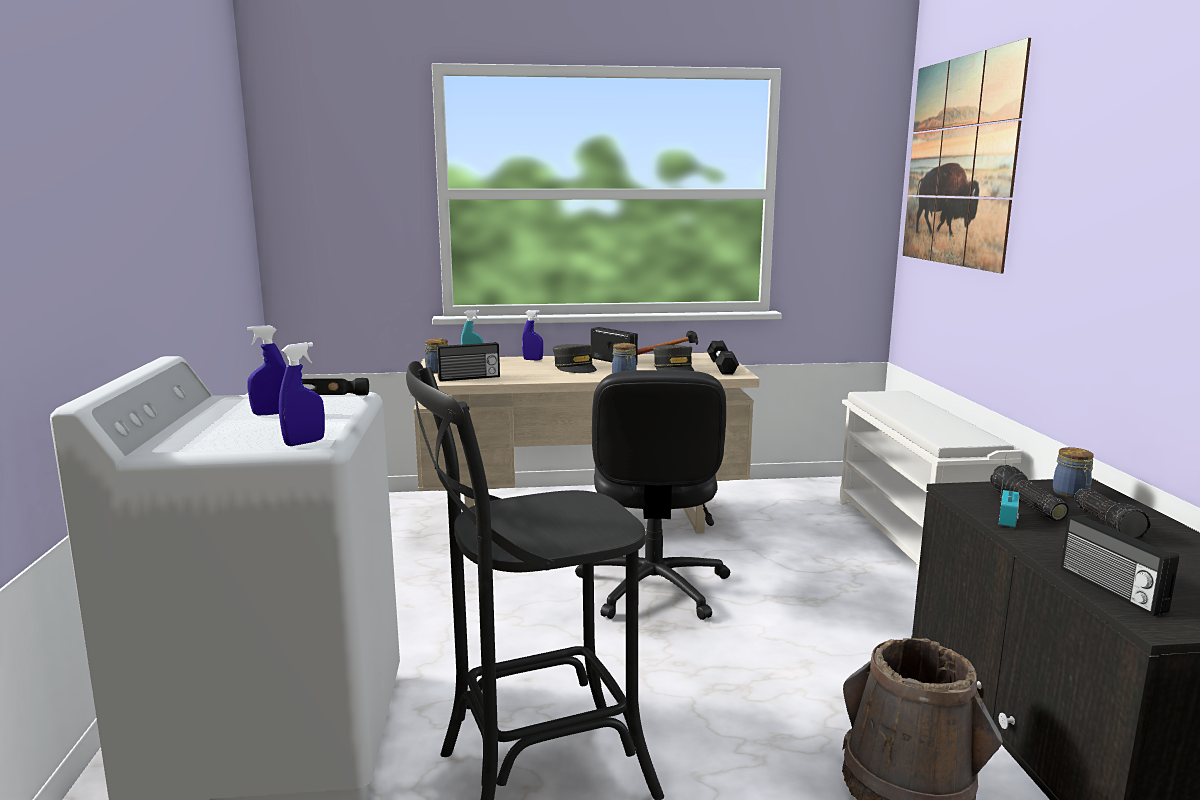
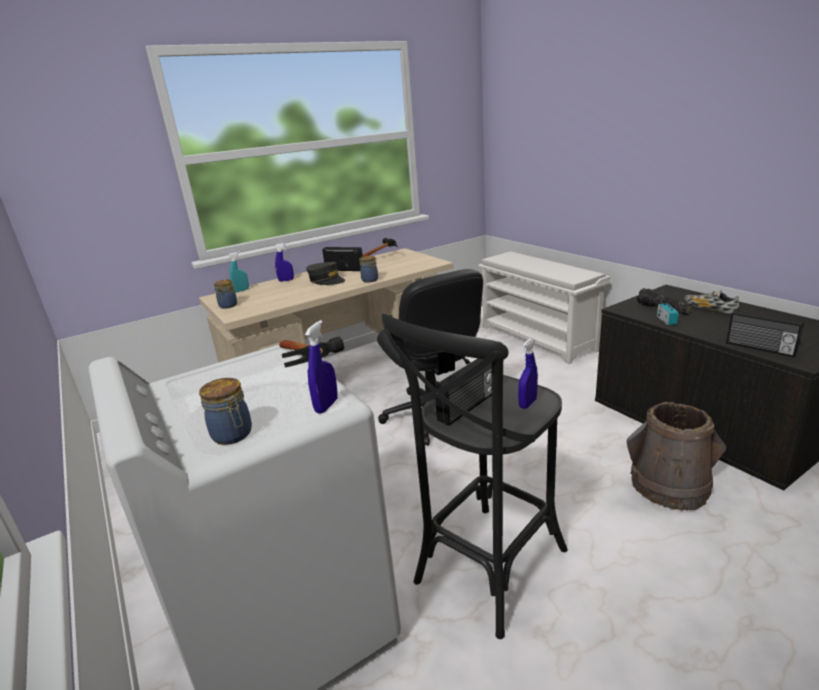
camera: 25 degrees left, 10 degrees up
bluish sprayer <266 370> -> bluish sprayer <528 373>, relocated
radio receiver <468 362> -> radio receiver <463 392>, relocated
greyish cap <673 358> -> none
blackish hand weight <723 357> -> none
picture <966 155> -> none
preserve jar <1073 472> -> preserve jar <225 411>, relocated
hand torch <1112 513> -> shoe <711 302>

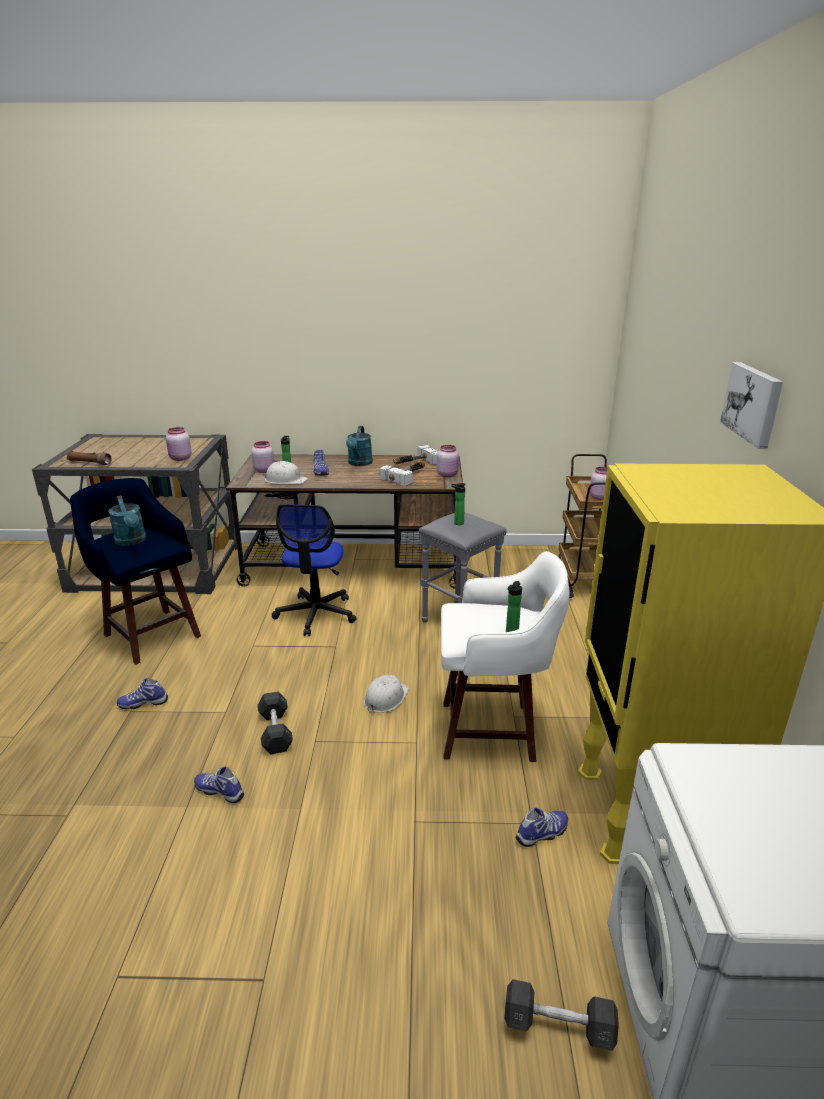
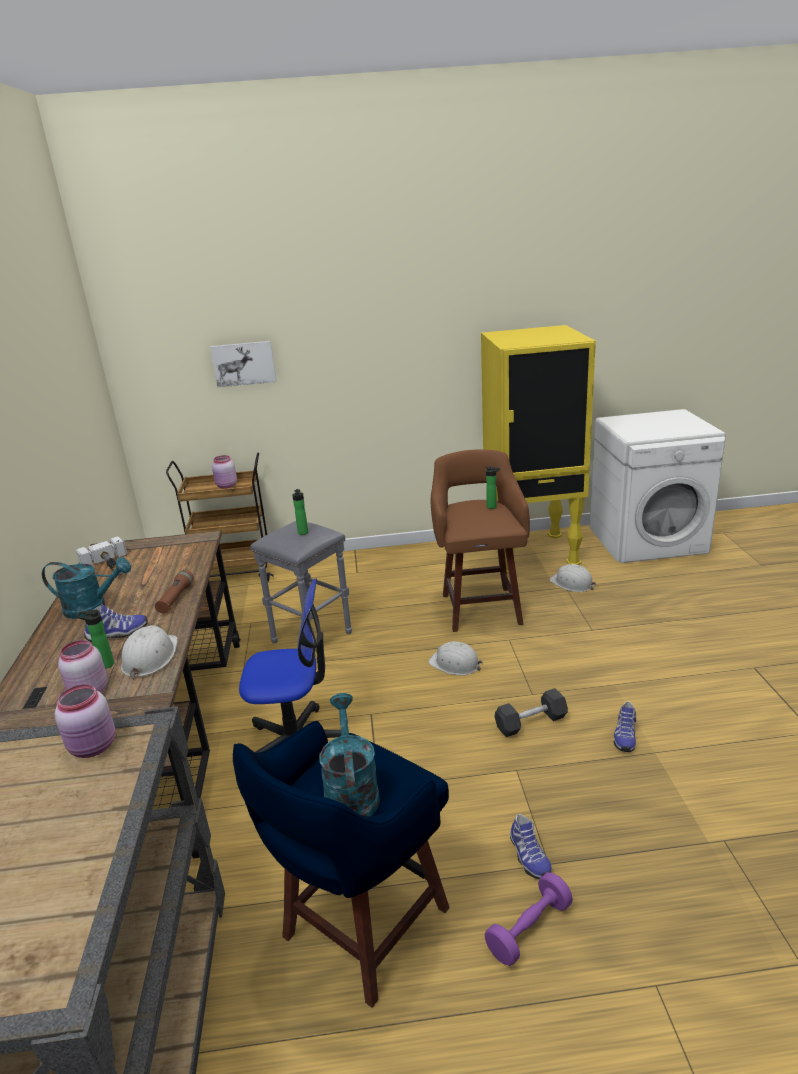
camera: 95 degrees left, 0 degrees up
brown-coloured hand torch <89 458> -> brown-coloured hand torch <174 592>, relocated
blue-green watering can <127 520> -> blue-green watering can <349 754>, 60 degrees counterclockwise
hand hammer <402 473> -> none
pink preserve jar <448 461> -> none
white-coloured sitting stool <505 656> -> brown-coloured sitting stool <480 540>
greyish hand weight <561 1015> -> none
shoe <542 827> -> white-coloured safety helmet <572 578>
picture <751 405> -> picture <243 364>, relocated
none -> purple hand weight <529 919>

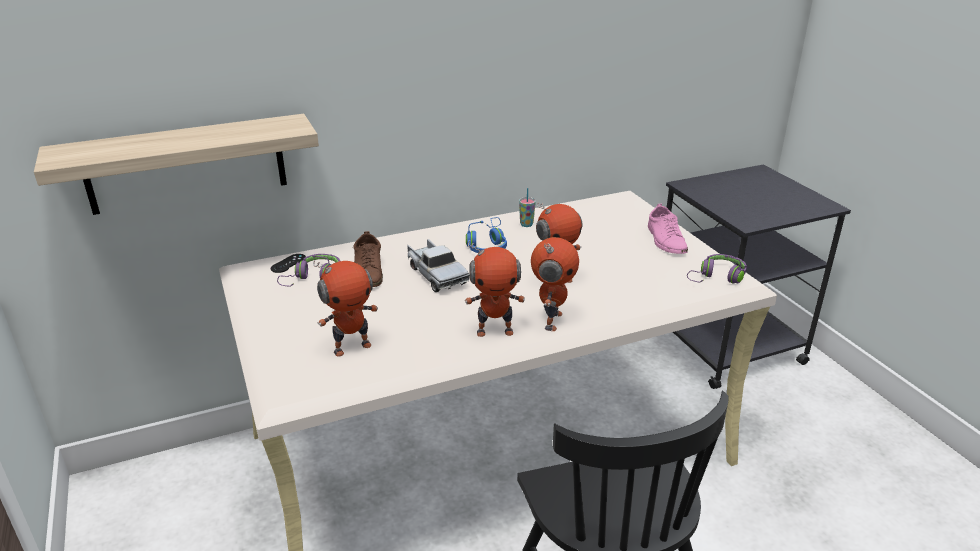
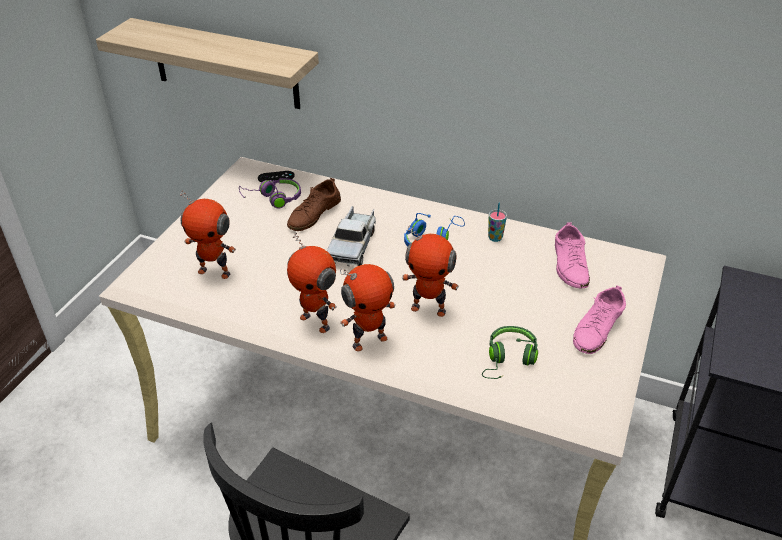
camera: 45 degrees right, 10 degrees up
purple pair of headphones <717 269> -> none
none -> greenish pair of headphones <510 352>
none -> pink shoe <572 255>

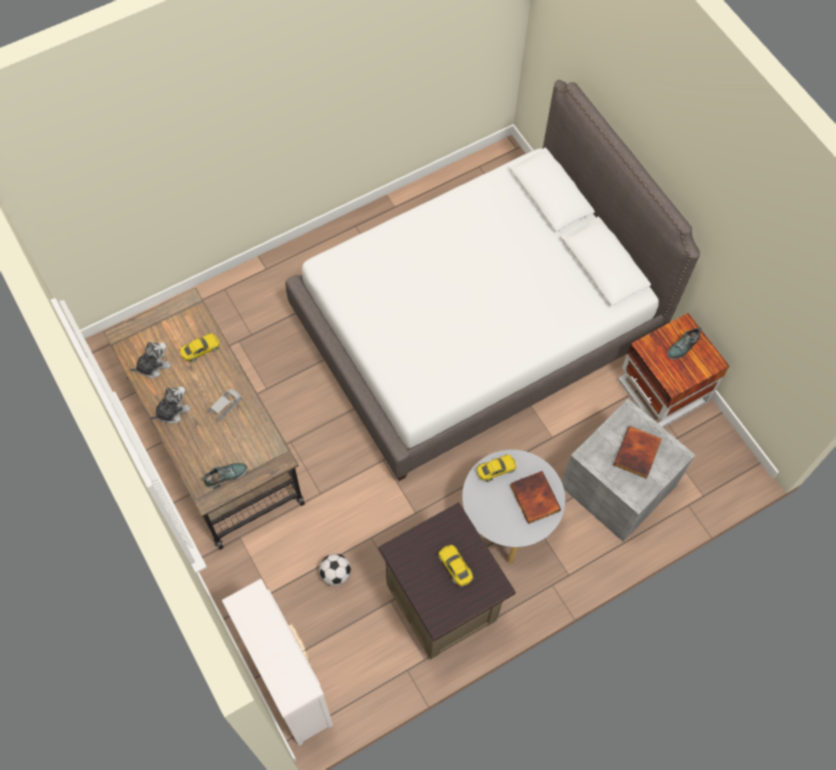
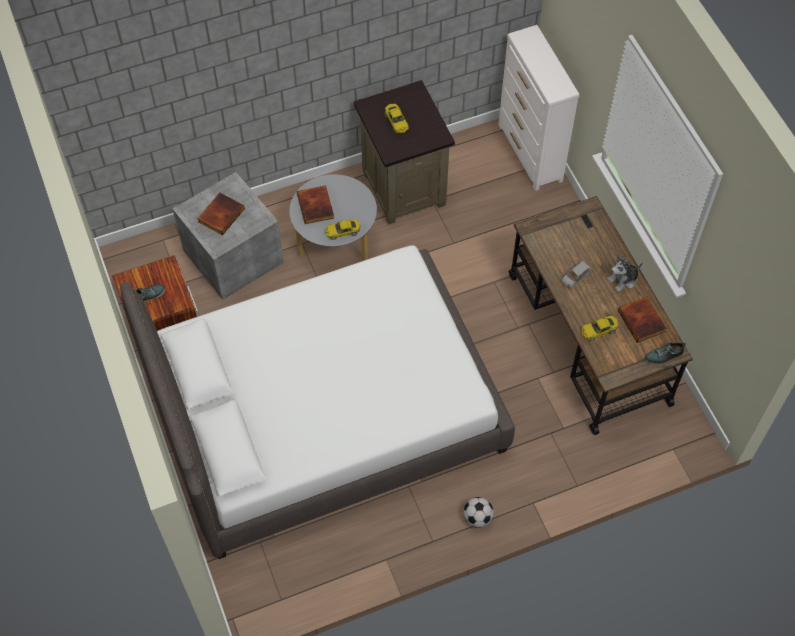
camera: 170 degrees left, 5 degrees down
soft toy <150 360> -> volume <642 320>
shoe <225 475> -> shoe <665 353>, relocated
football ball <335 570> -> football ball <478 512>, relocated

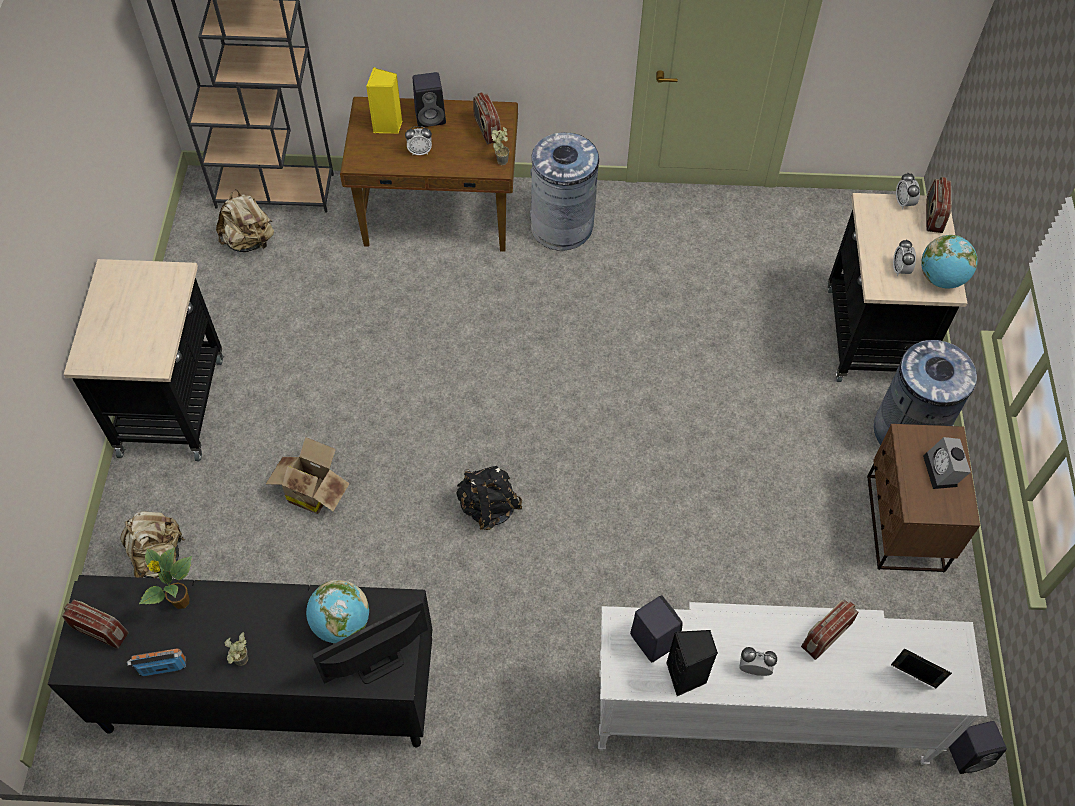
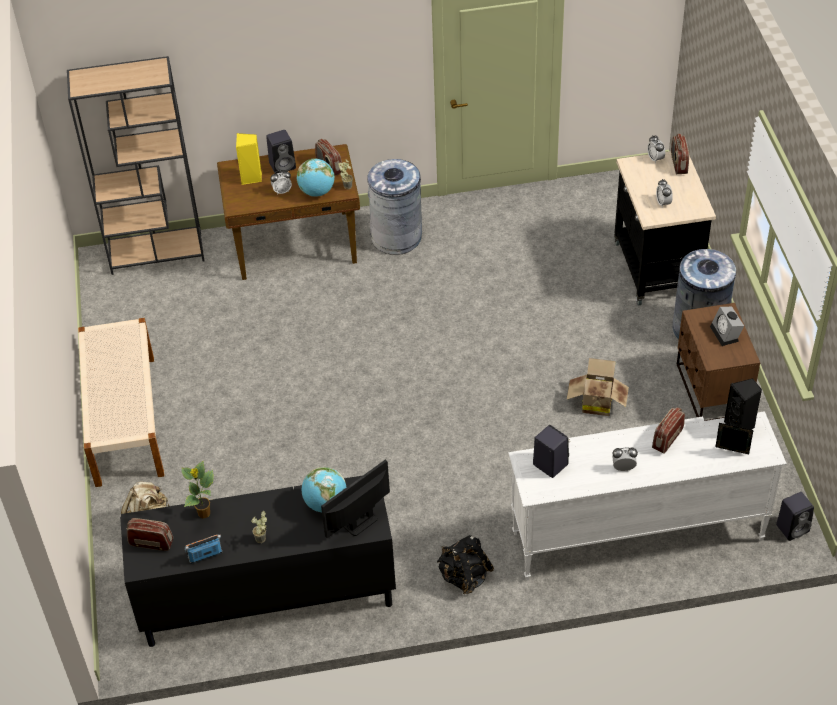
camera: 10 degrees left, 10 degrees down
blackish cart <143 360> -> beige-coloured long seat <121 402>
beige-coloured knapsack <245 220> -> none
packing box <308 475> -> packing box <598 387>, relocated
blackish knapsack <489 498> -> blackish knapsack <465 564>, relocated
blackish speaker <692 663> -> blackish speaker <743 404>, relocated
world globe <949 262> -> world globe <316 177>, relocated

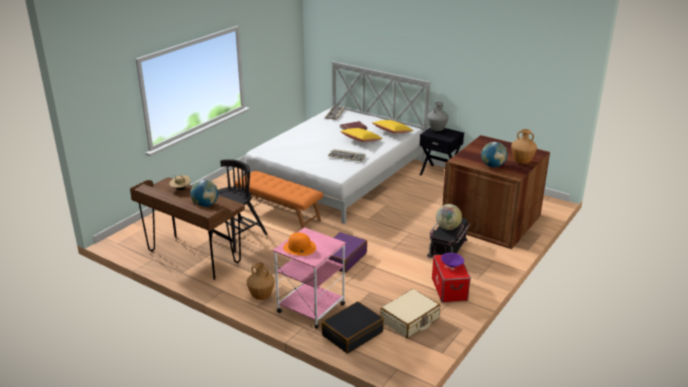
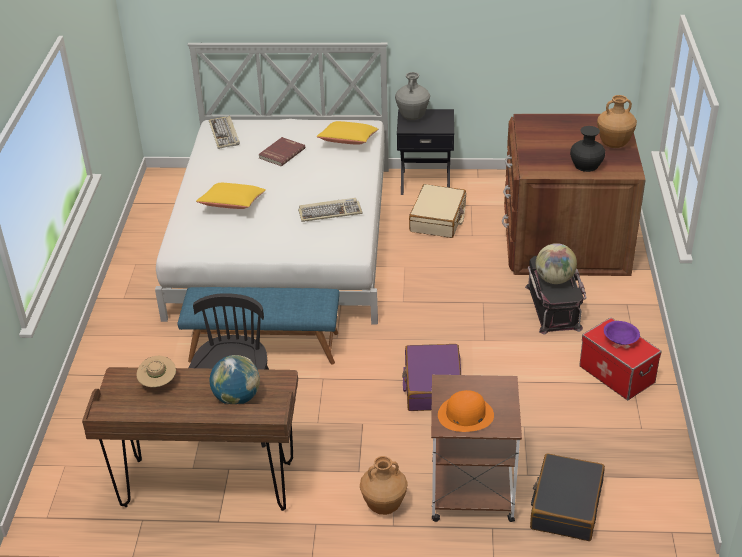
camera: 30 degrees left, 10 degrees up
orangey long seat <279 200> -> bluish long seat <259 326>
pink cart <309 277> -> brown-coloured cart <476 448>
yellowish throw pillow <361 135> -> yellowish throw pillow <231 196>, relocated
beige-coloured suitcase <410 313> -> beige-coloured suitcase <437 211>, relocated
world globe <494 154> -> blackish vase <587 149>

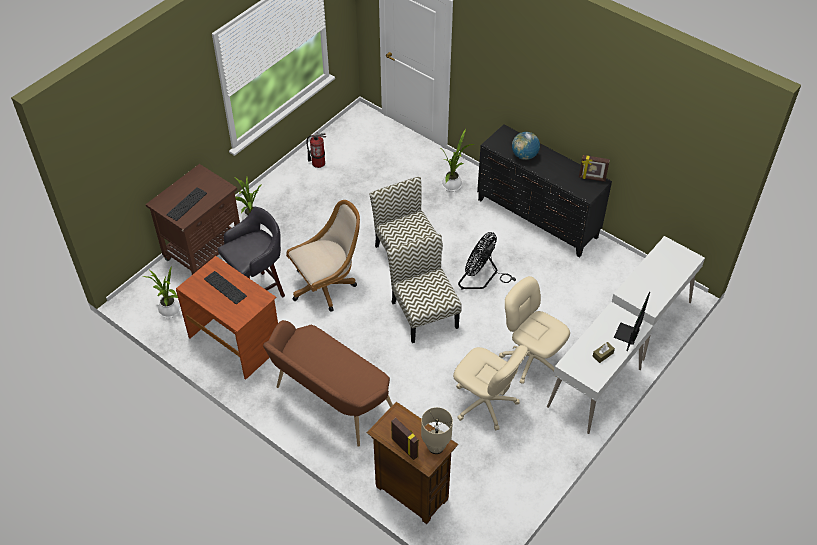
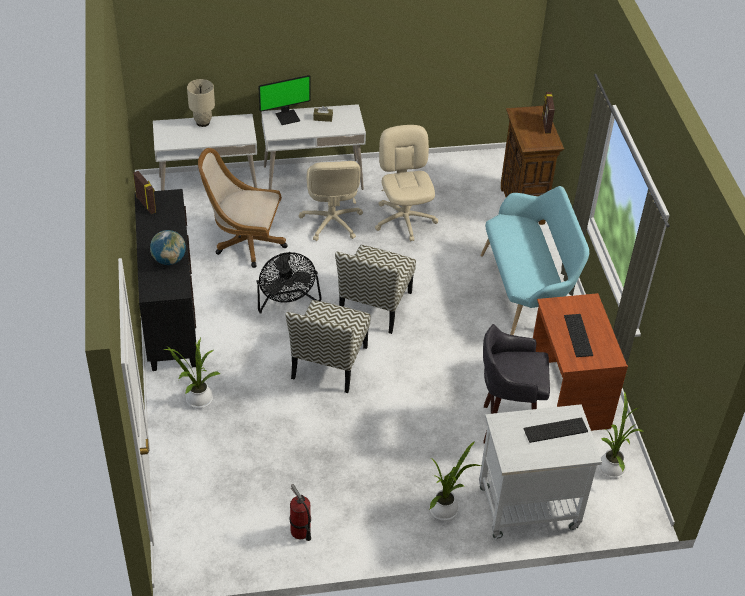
camera: 140 degrees left, 5 degrees down
brown-coloured cart <193 219> -> white-coloured cart <540 472>
brown-coloured long seat <328 383> -> blue-green long seat <535 260>
office chair <323 256> -> office chair <243 208>, relocated
beige-coloured table lamp <437 430> -> beige-coloured table lamp <201 103>, relocated

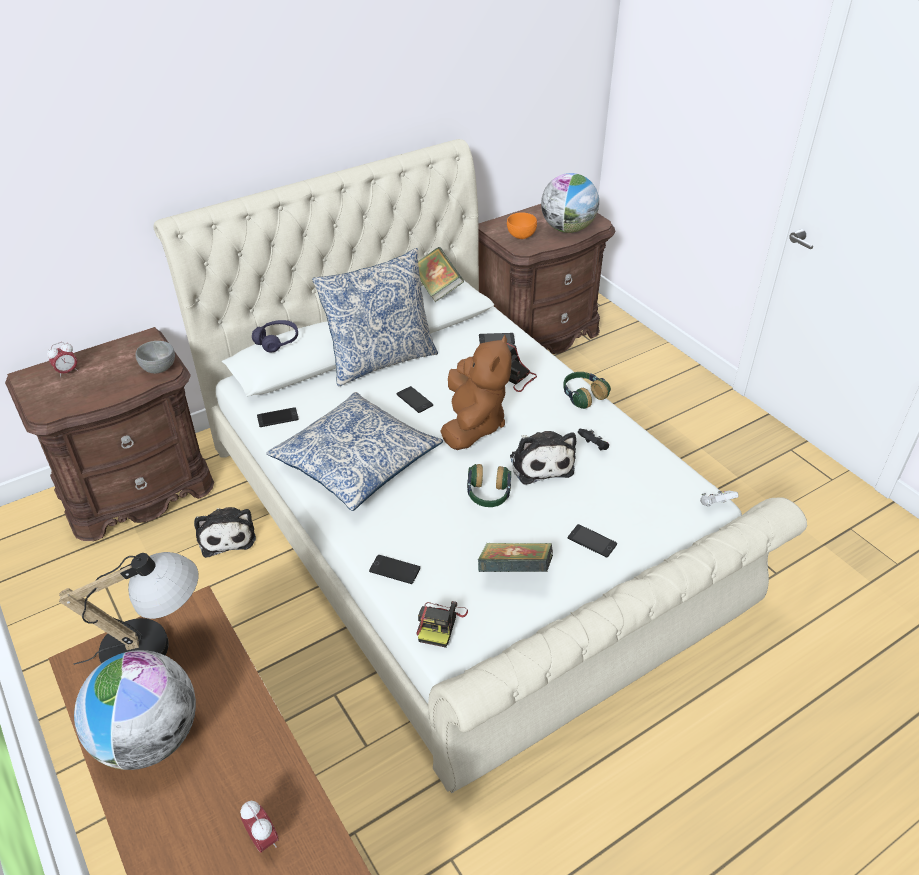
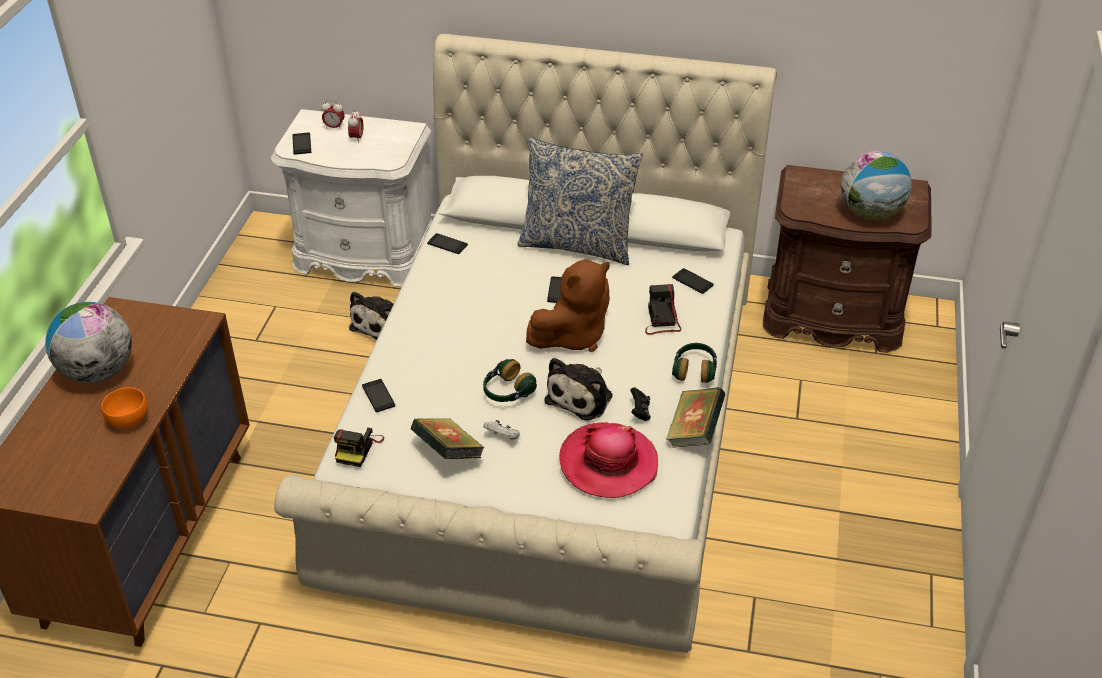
camera: 45 degrees right, 0 degrees up
brown-coloured bedside table <109 434> -> white-coloured bedside table <351 198>
table lamp <128 608> -> none
greyish deep dish <155 357> -> none
bedside clock <259 827> -> bedside clock <356 126>, relocated
purple pair of headphones <275 336> -> none
throw pillow <354 451> -> none
photo camera <442 624> -> photo camera <359 447>, 45 degrees counterclockwise
volume <441 274> -> volume <696 417>, relocated
orangey deep dish <522 226> -> orangey deep dish <124 407>, relocated
phone <592 541> -> phone <301 143>, relocated
white-coloured game controller <719 499> -> white-coloured game controller <502 430>, relocated
none -> hat <608 460>

